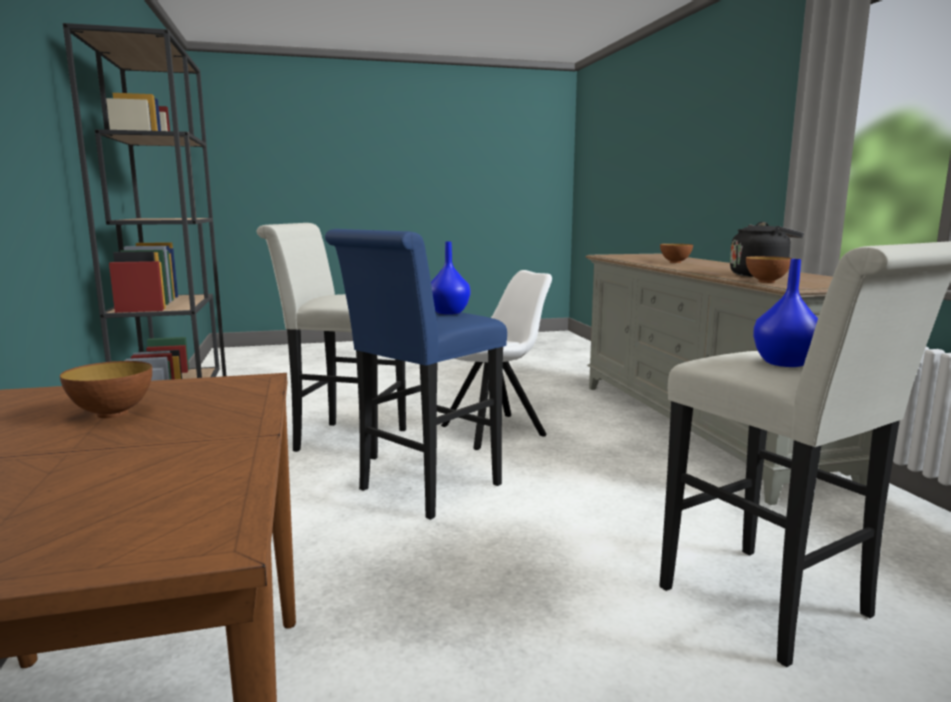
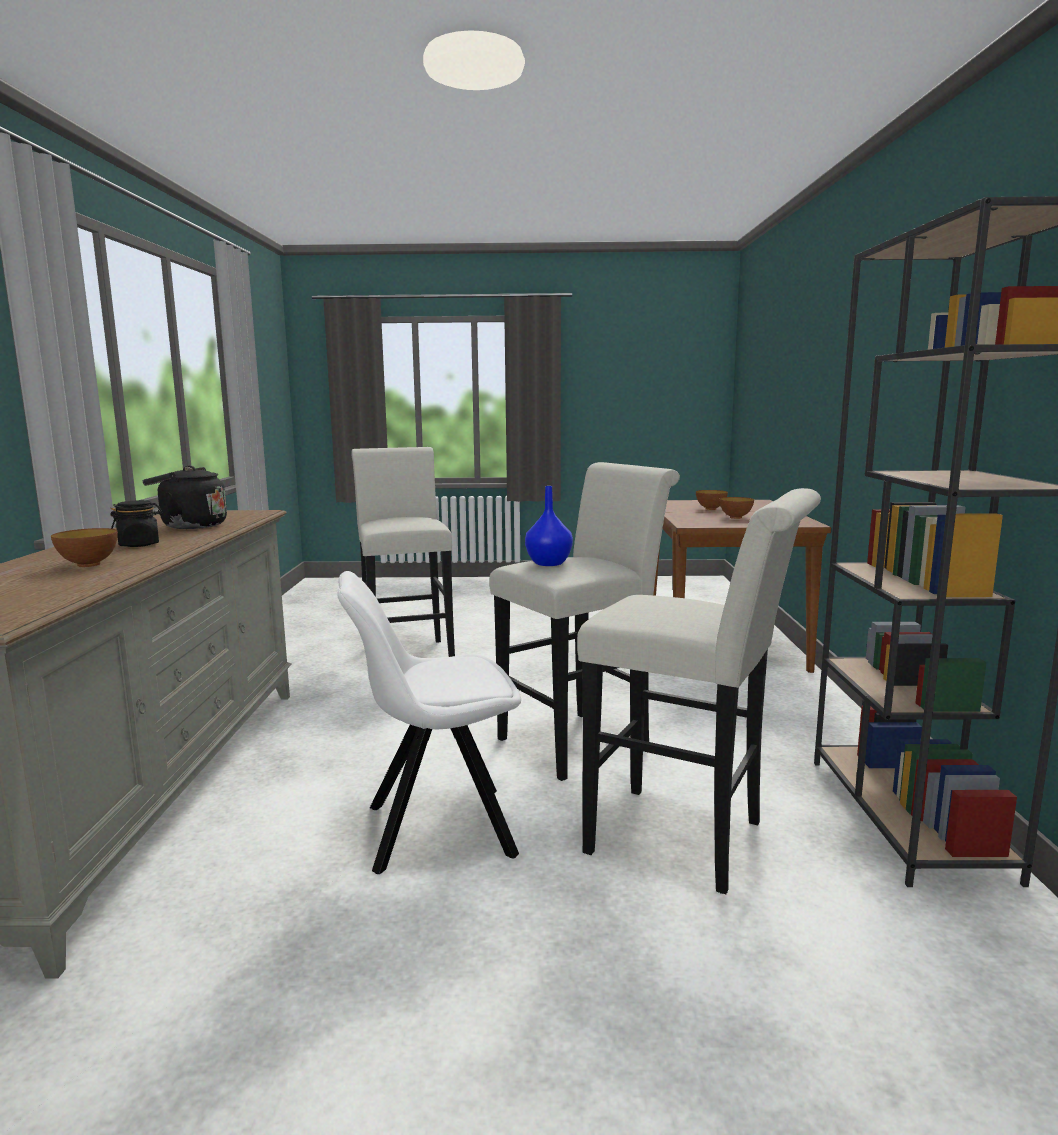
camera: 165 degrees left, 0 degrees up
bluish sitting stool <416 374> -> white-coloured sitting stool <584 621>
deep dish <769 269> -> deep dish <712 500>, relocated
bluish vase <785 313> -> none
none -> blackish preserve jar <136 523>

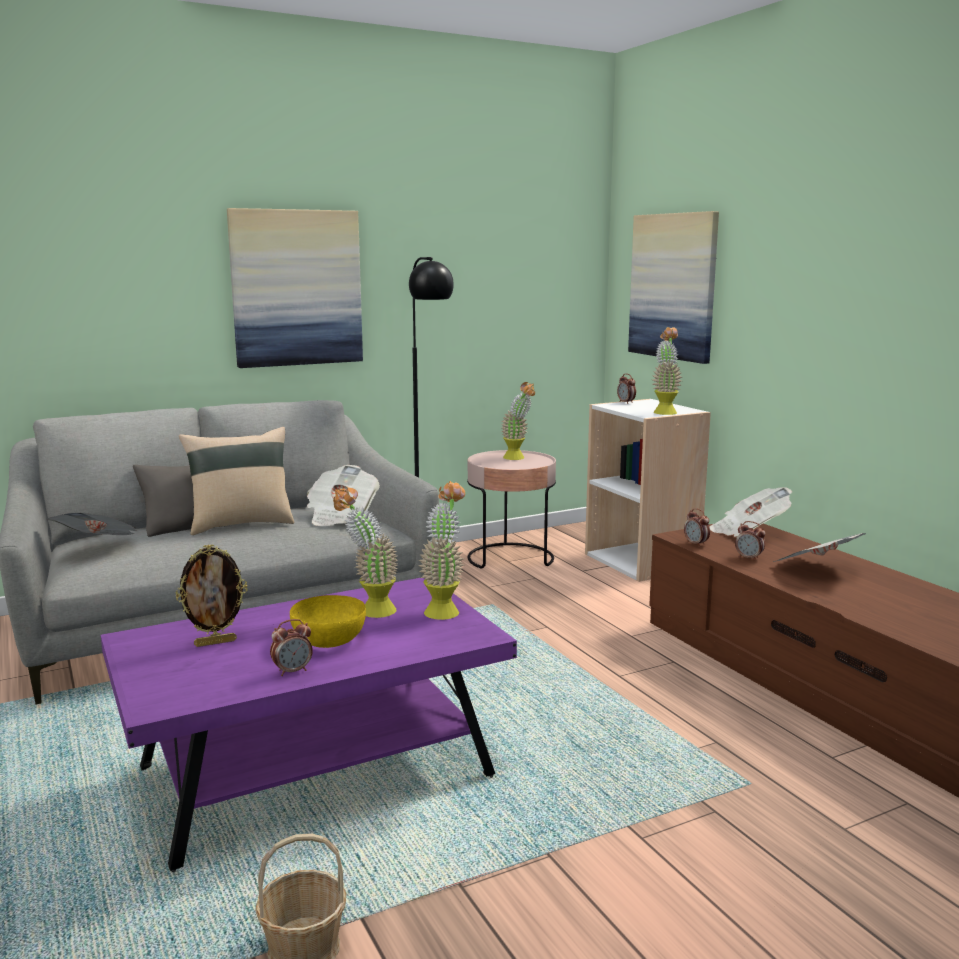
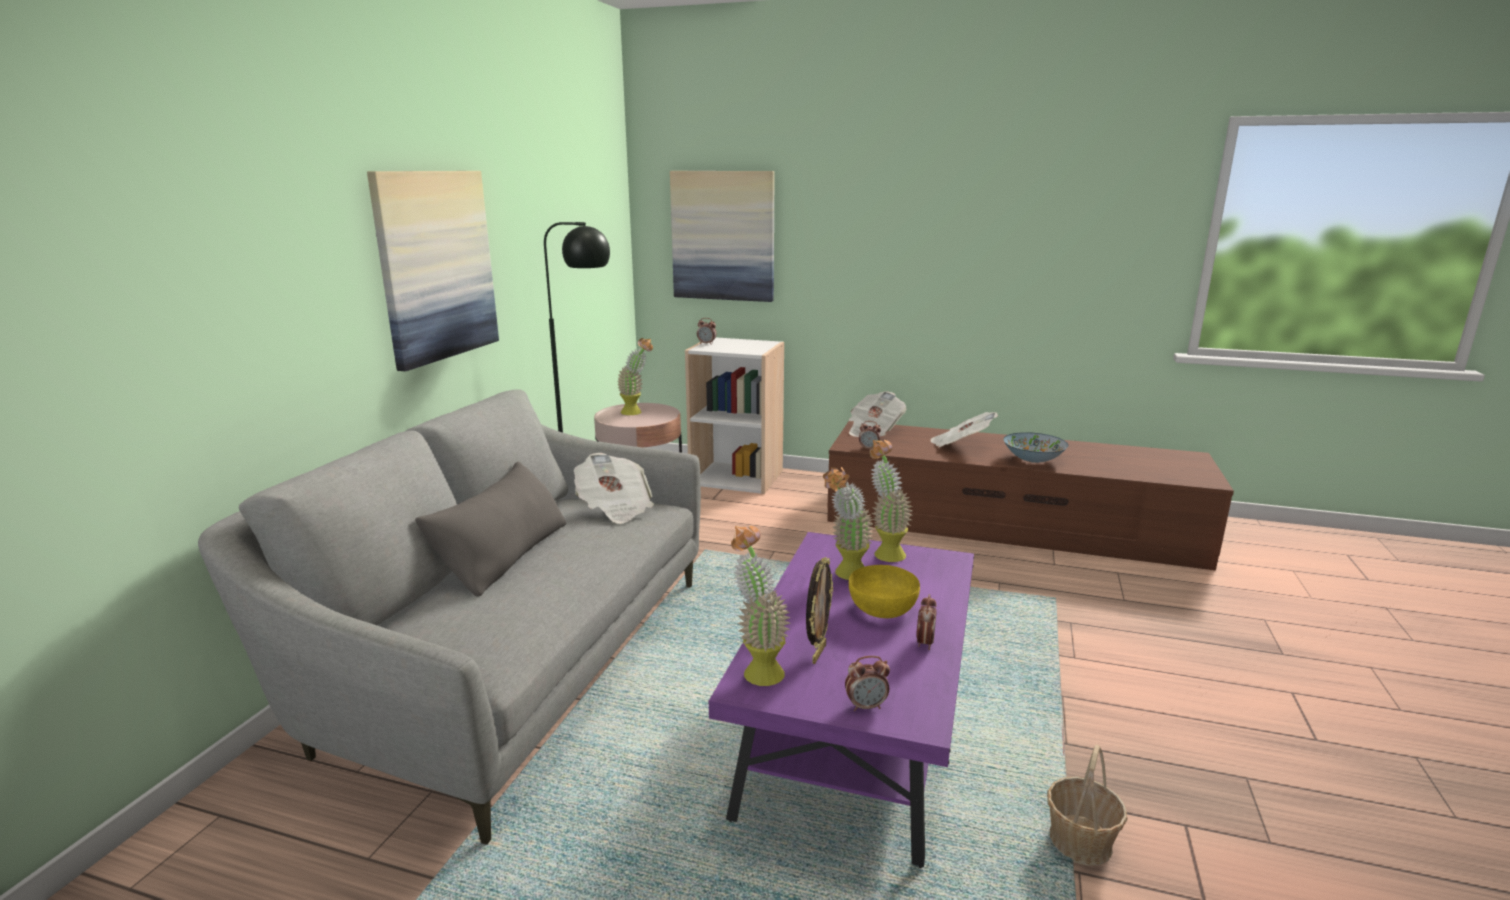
camera: 45 degrees left, 5 degrees up
daily paper <92 524> -> none
beige-coloured throw pillow <236 481> -> none
plant in a pot <667 371> -> plant in a pot <761 606>, relocated
bedside clock <750 541> -> bedside clock <867 683>, relocated
none -> deep dish <1035 447>

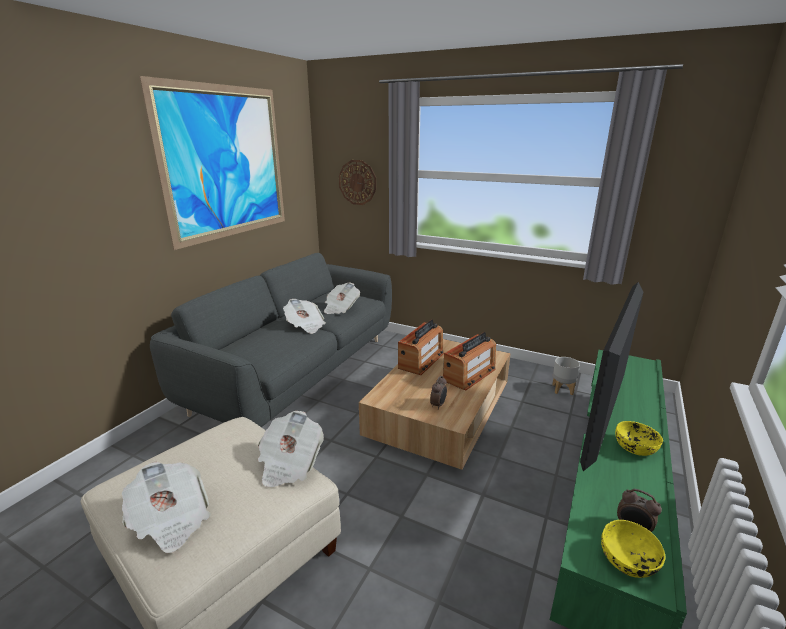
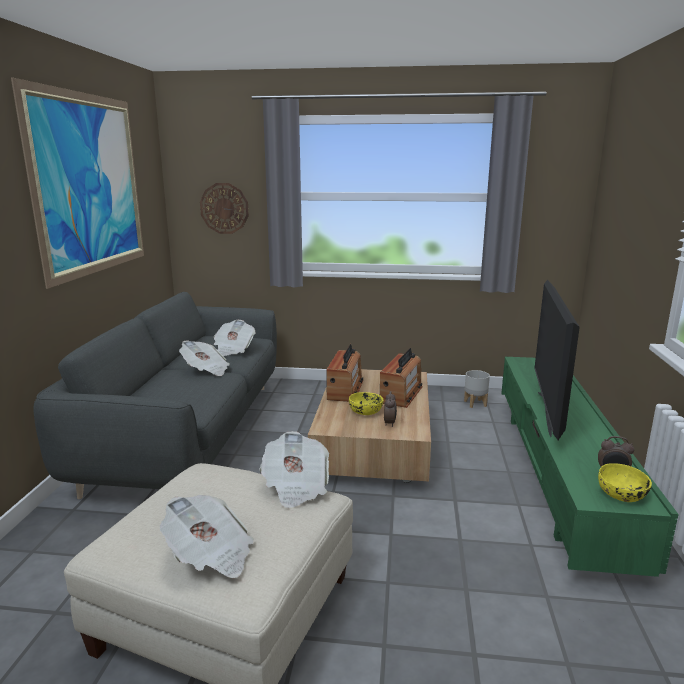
camera: 20 degrees left, 5 degrees down
yellowish deep dish <639 438> -> yellowish deep dish <366 403>, relocated

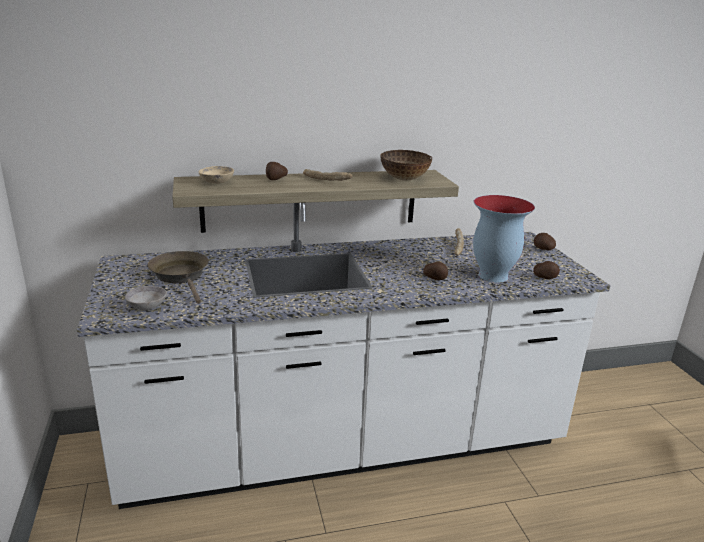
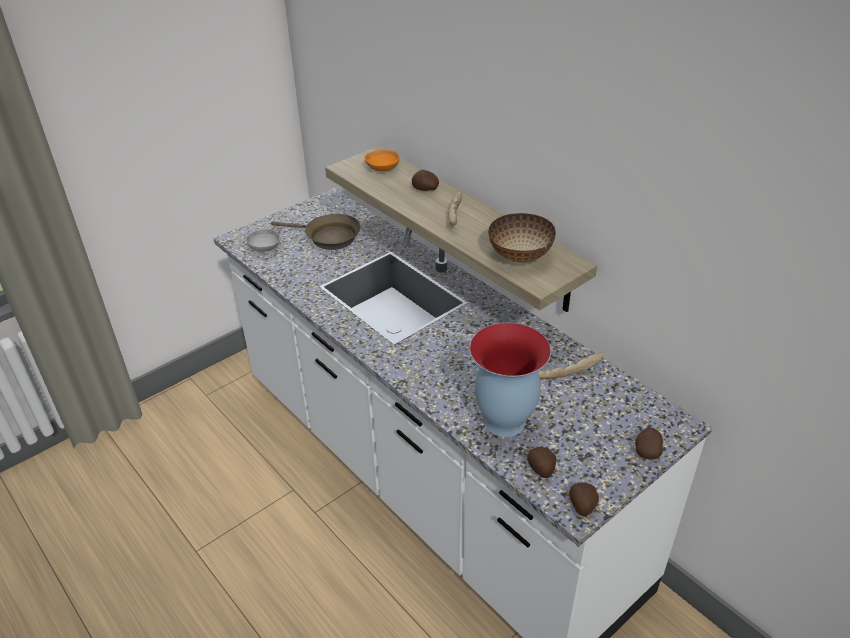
camera: 65 degrees right, 15 degrees up
brown-coloured skillet <178 277> -> brown-coloured skillet <316 232>, 75 degrees clockwise
beige-coloured deep dish <216 175> -> orangey deep dish <382 160>
whole potato <435 271> -> whole potato <584 499>, relocated

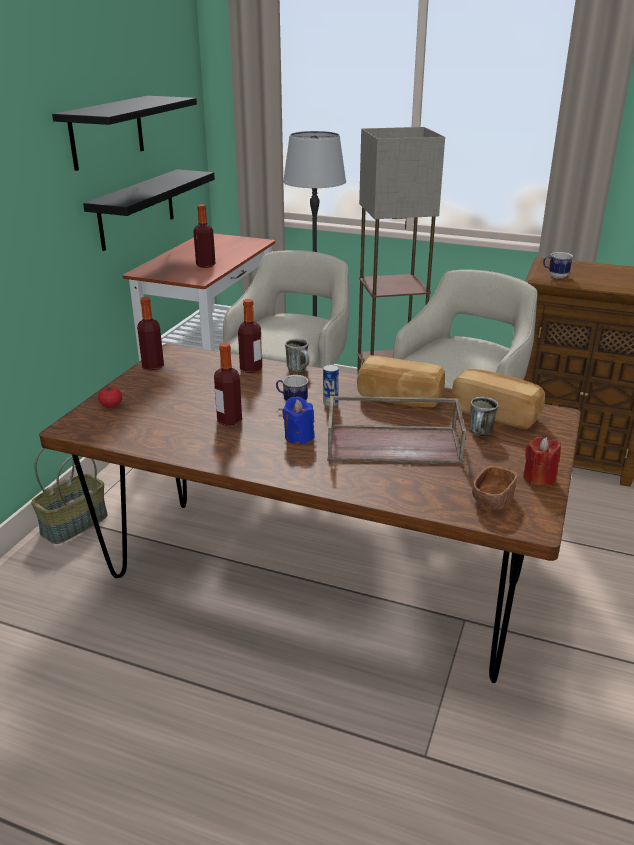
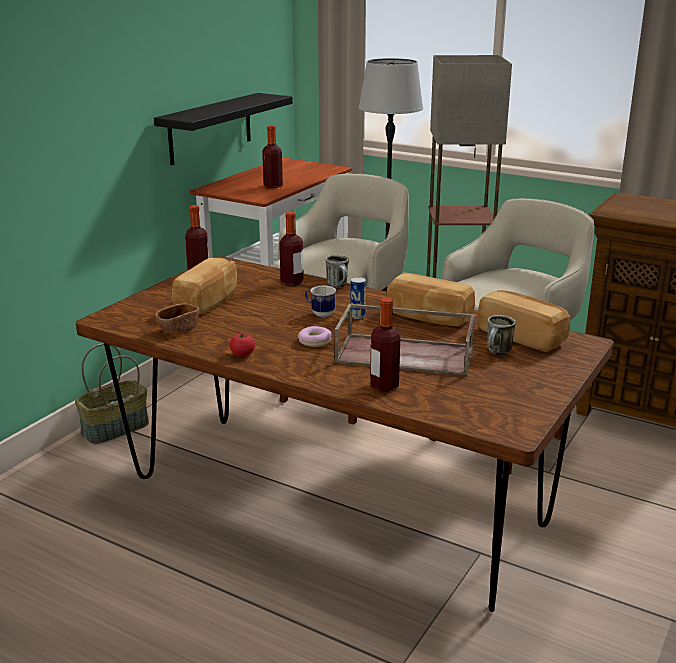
camera: 10 degrees right, 5 degrees down
blackish shelf <124 133> -> none
whole tomato <110 397> -> whole tomato <242 344>, relocated
bottle <228 384> -> bottle <385 344>, relocated
bluish candle <298 420> -> ring doughnut <314 336>
brown-coloured deep dish <494 487> -> brown-coloured deep dish <177 318>, relocated
red candle <542 461> -> none
tea mug <558 265> -> none
none -> bread <204 285>

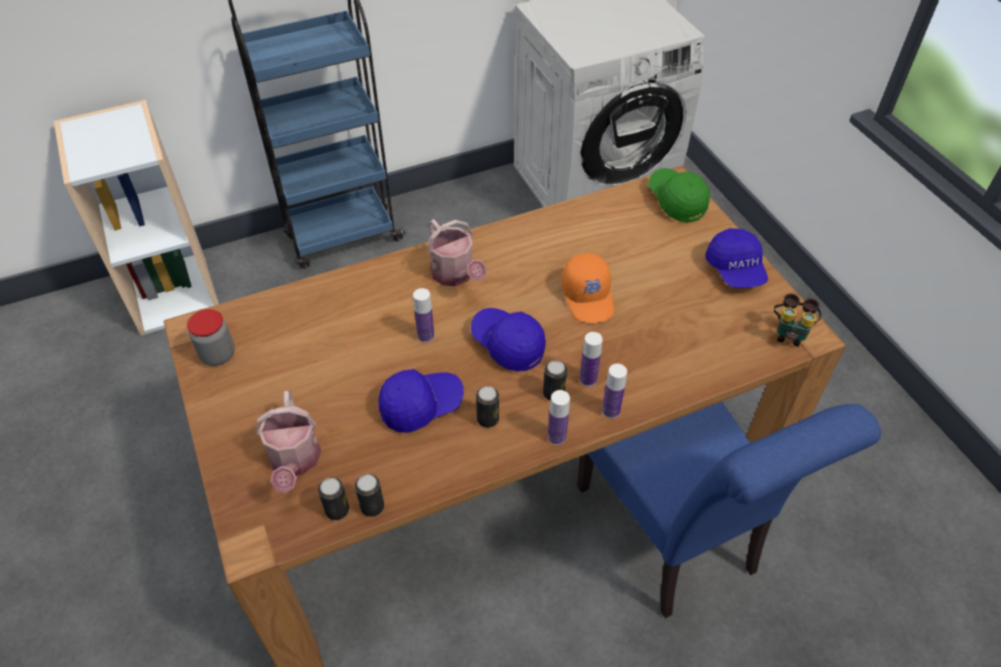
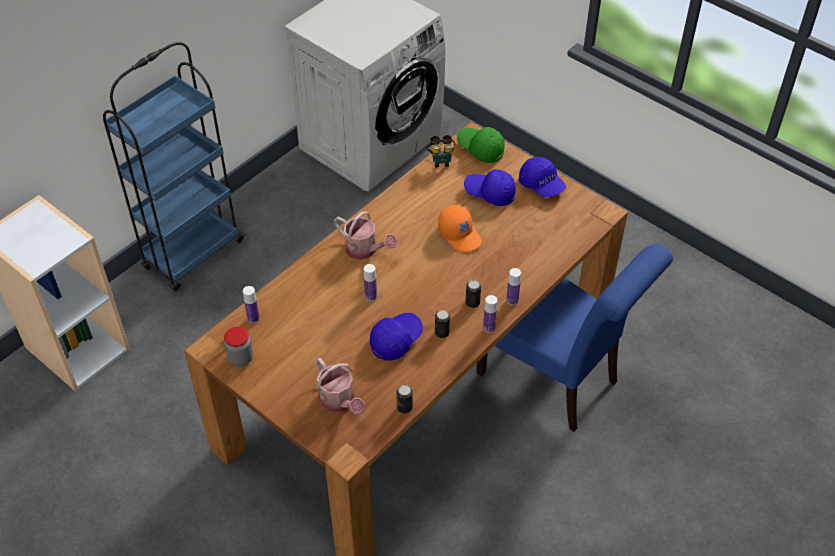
camera: 25 degrees left, 0 degrees up
metal can <333 498> -> none
bluish cap <508 339> -> bluish cap <490 187>, relocated
bottle <591 359> -> bottle <251 304>, relocated
binoculars <797 320> -> binoculars <441 151>, relocated

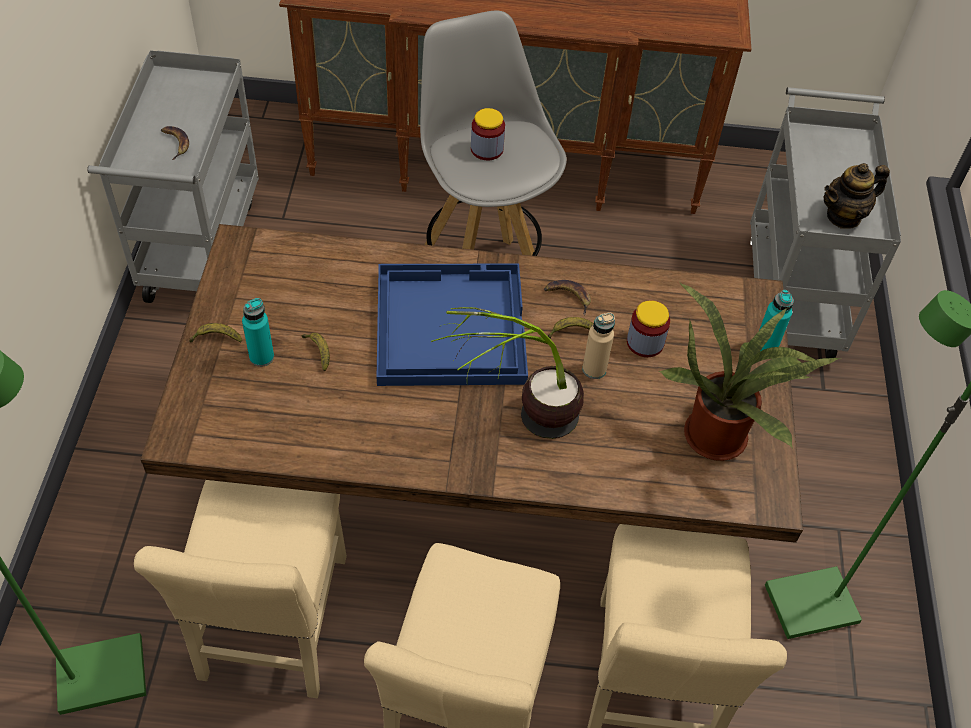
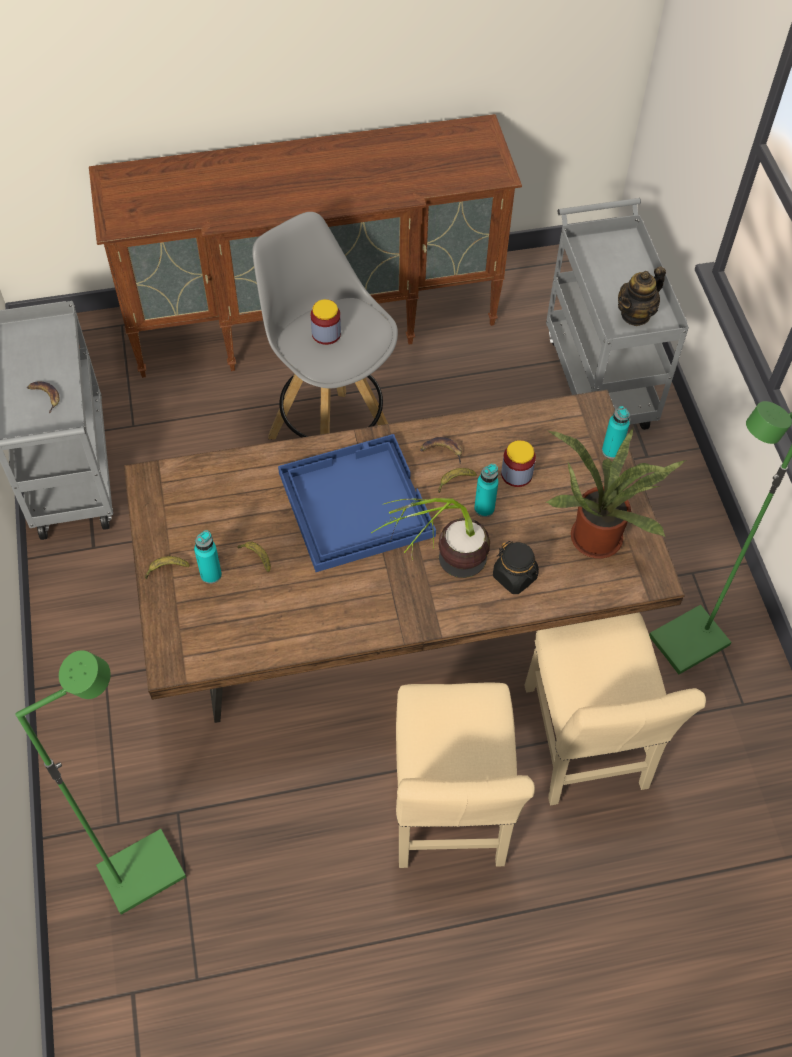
camera: 15 degrees left, 5 degrees up
beige-coloured upright chair <240 589> -> none
beige-coloured bottle <598 345> -> blue-green bottle <486 490>
none -> blackish preserve jar <516 567>

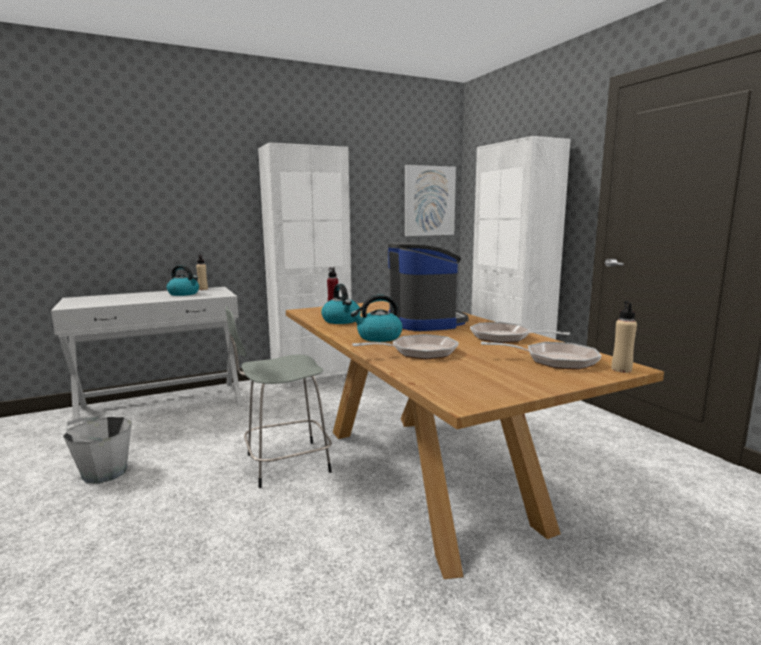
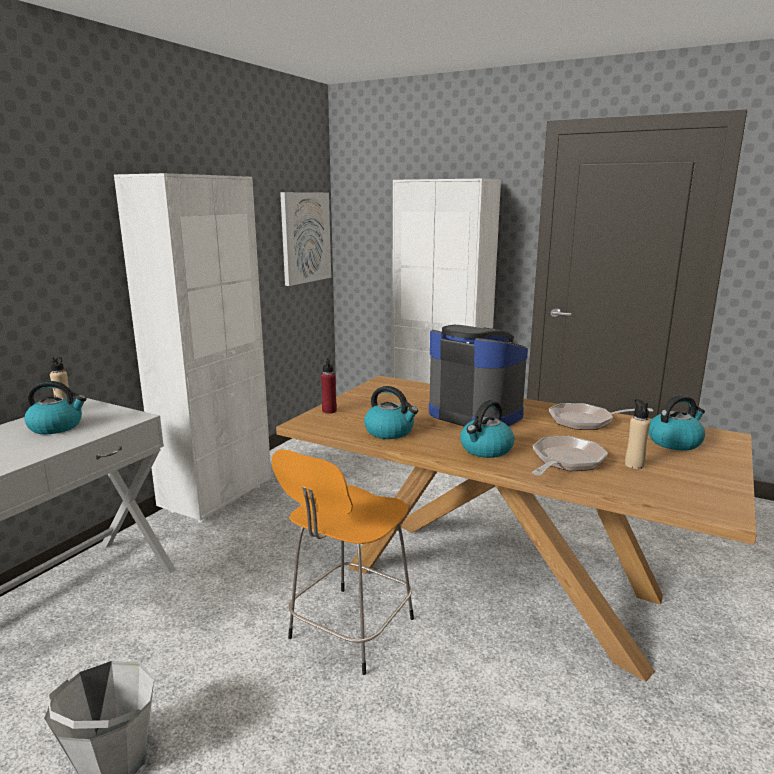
camera: 35 degrees left, 5 degrees up
greyish sitting stool <279 397> -> orangey sitting stool <343 562>
skillet <541 356> -> water kettle <677 422>
beige-coloured bottle <624 337> -> beige-coloured bottle <637 434>, relocated

